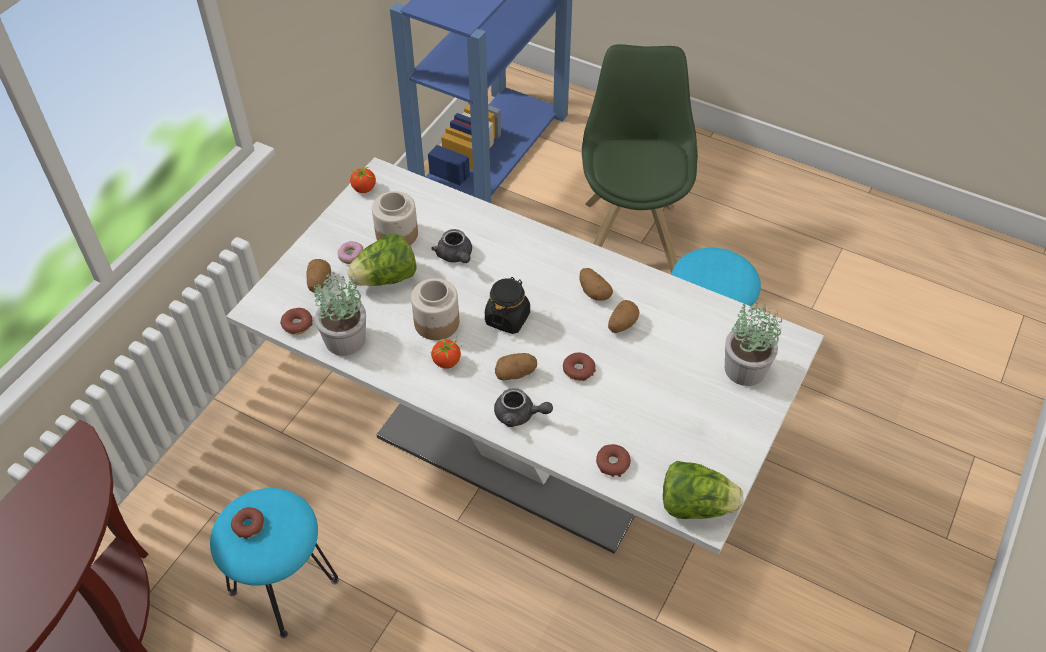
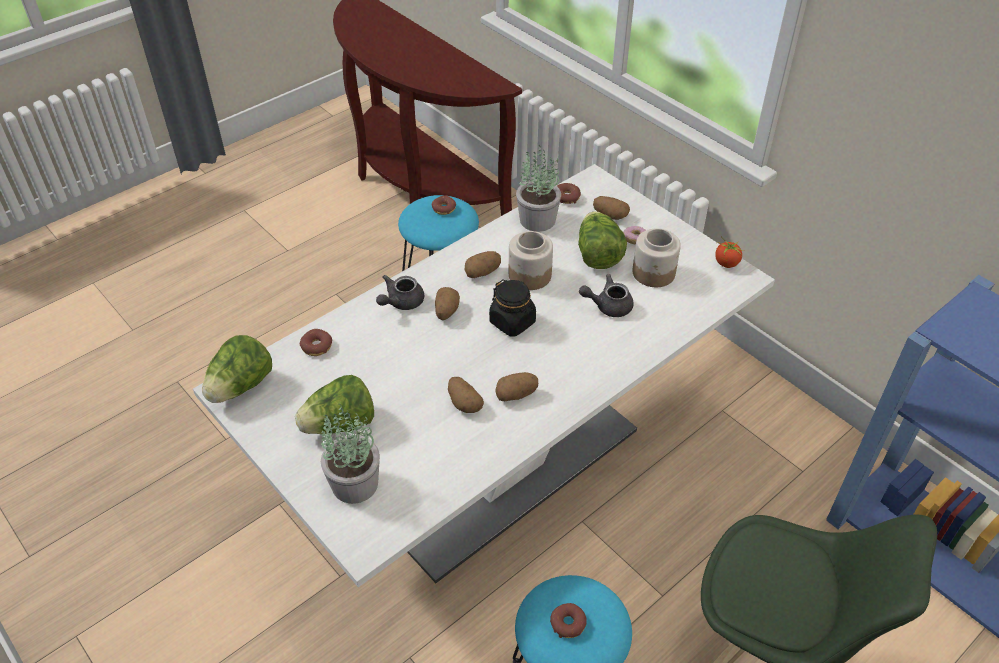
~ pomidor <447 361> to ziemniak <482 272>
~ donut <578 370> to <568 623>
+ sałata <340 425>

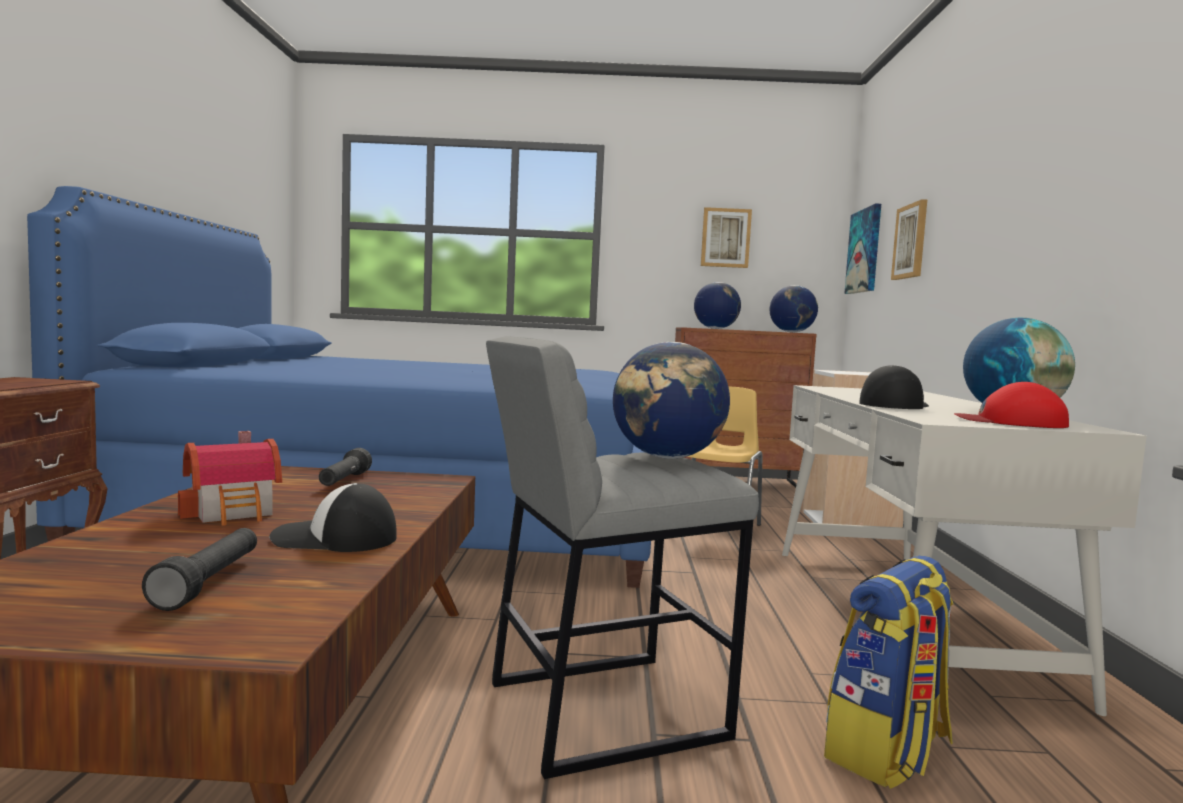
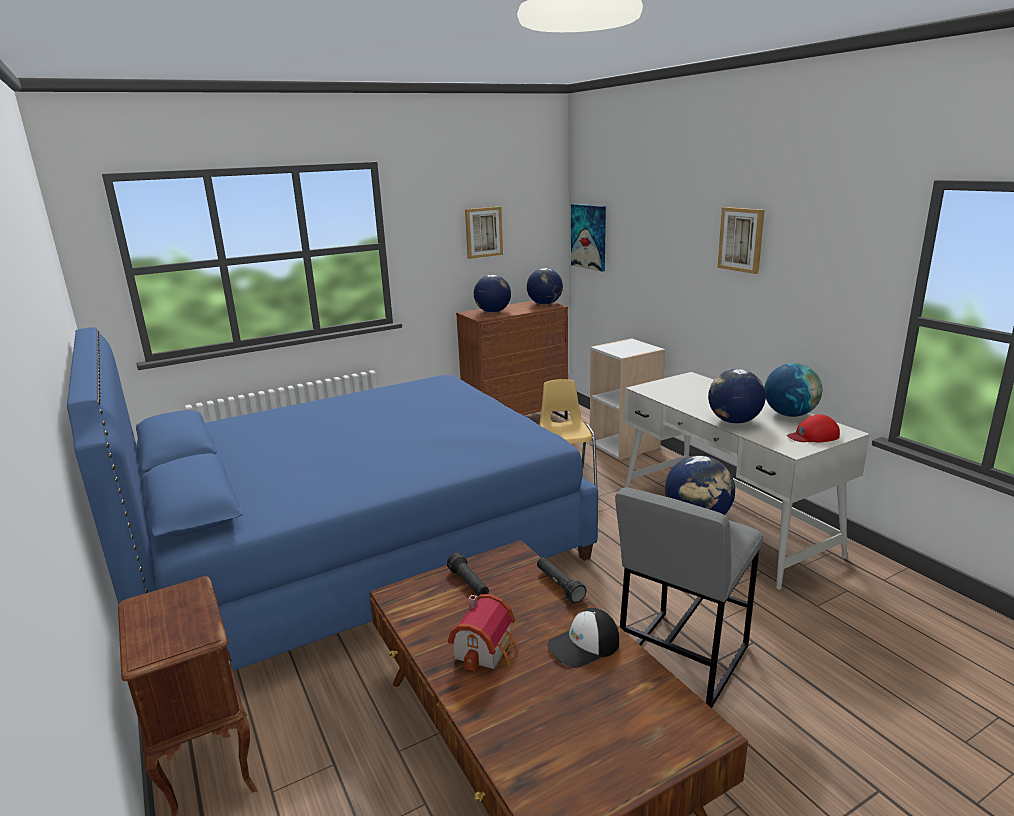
~ obraz <911 241> to <741 239>
~ czapka z daszkiem <893 405> to globus <733 421>
~ latarka/czarny <209 582> to <559 585>
- plecak <887 752>

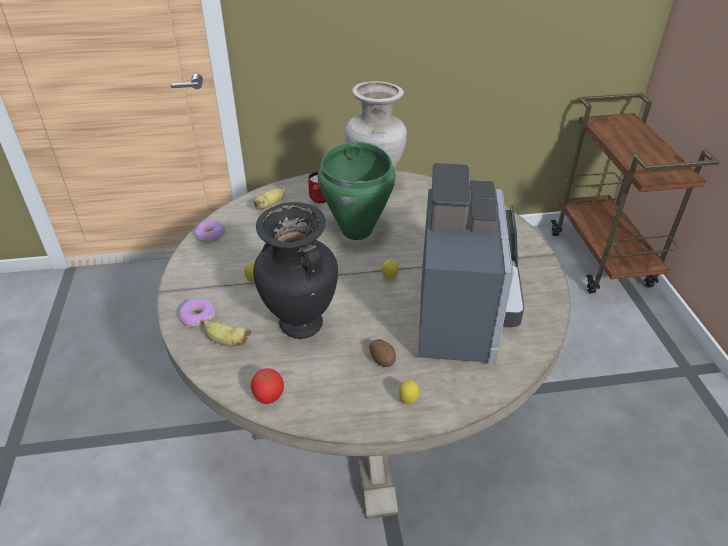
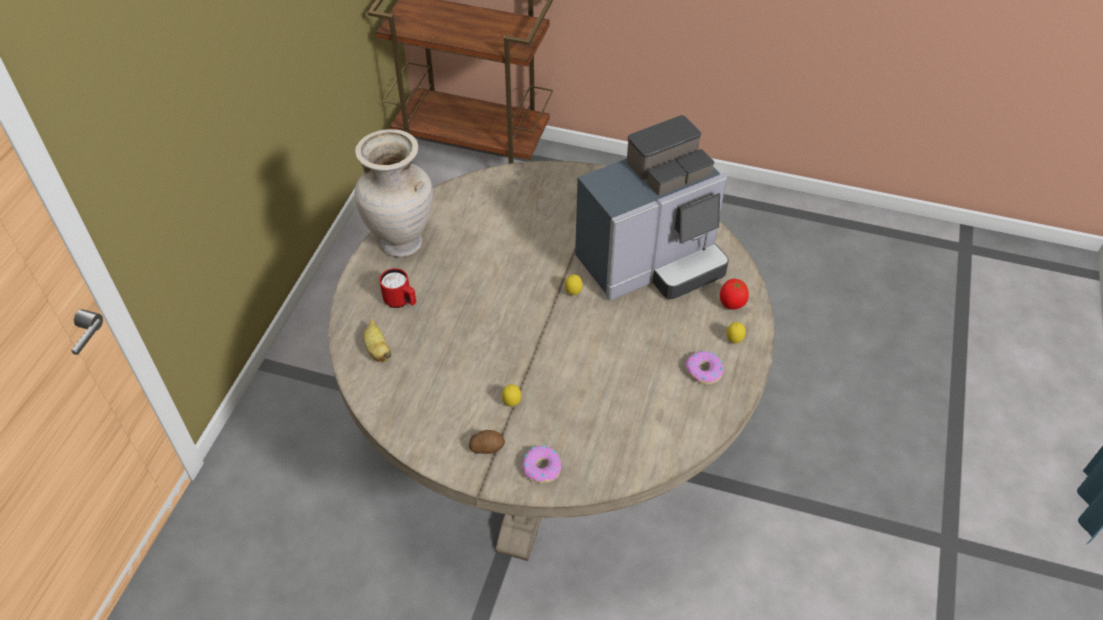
- garnek/zielony <357 231>
~ ekspres do kawy <463 315> = <652 262> 120 degrees clockwise
- wazon/czarny <300 326>
~ donut <210 235> to <703 371>
- banan <227 341>
~ ziemniak <383 359> to <487 447>
~ pomidor <268 398> to <731 305>

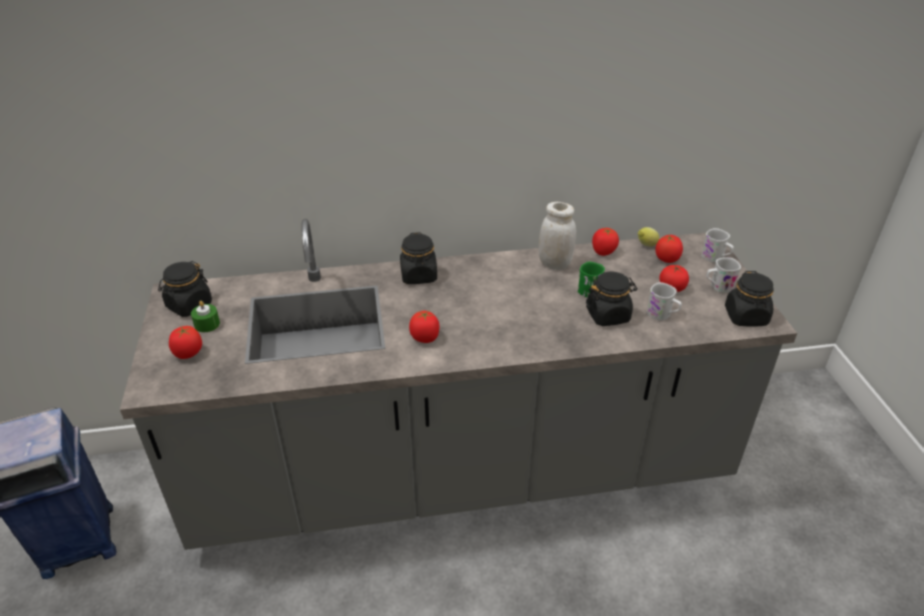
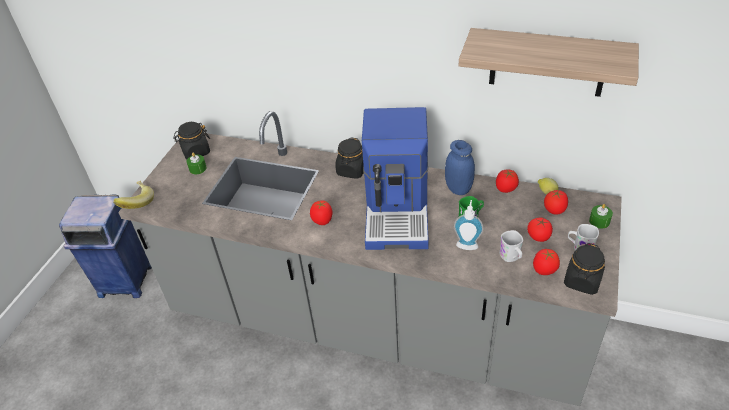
~ słoik/biały <554 264> to słoik/niebieski <458 189>
~ kubek/biały <715 258> to świeca/zielony <599 221>
~ słoik/czarny <608 315> to dozownik mydła <467 244>
~ pomidor <188 353> to <544 270>
+ półka <547 62>
+ ekspres do kawy <398 210>
+ banan <136 203>

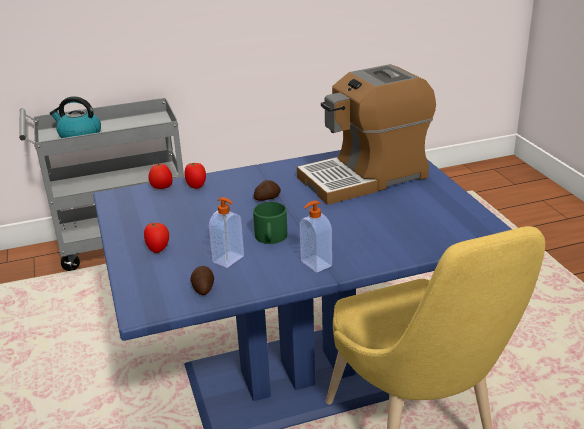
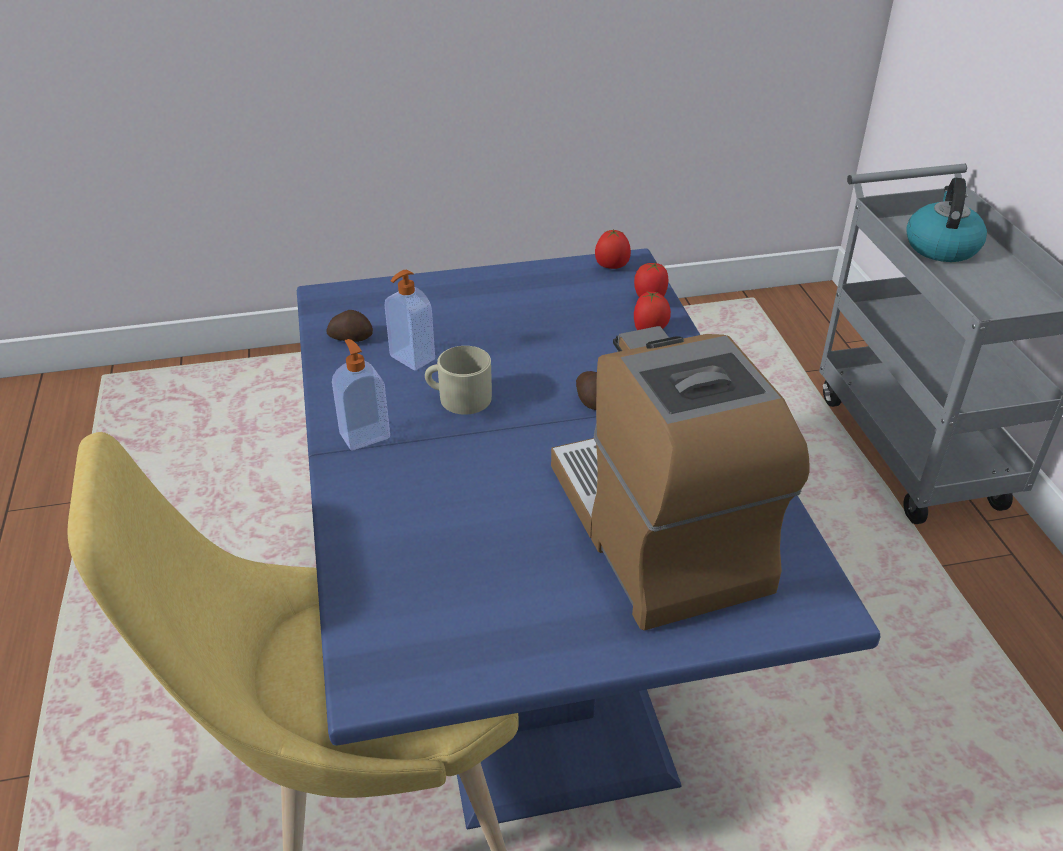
~ kubek/zielony <270 237> to kubek/beżowy <458 398>
~ pomidor <158 249> to <611 267>

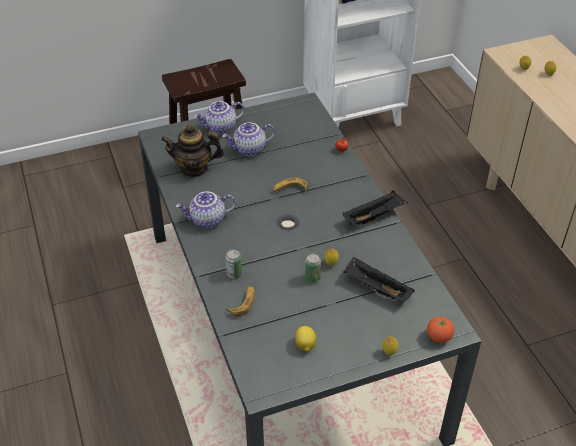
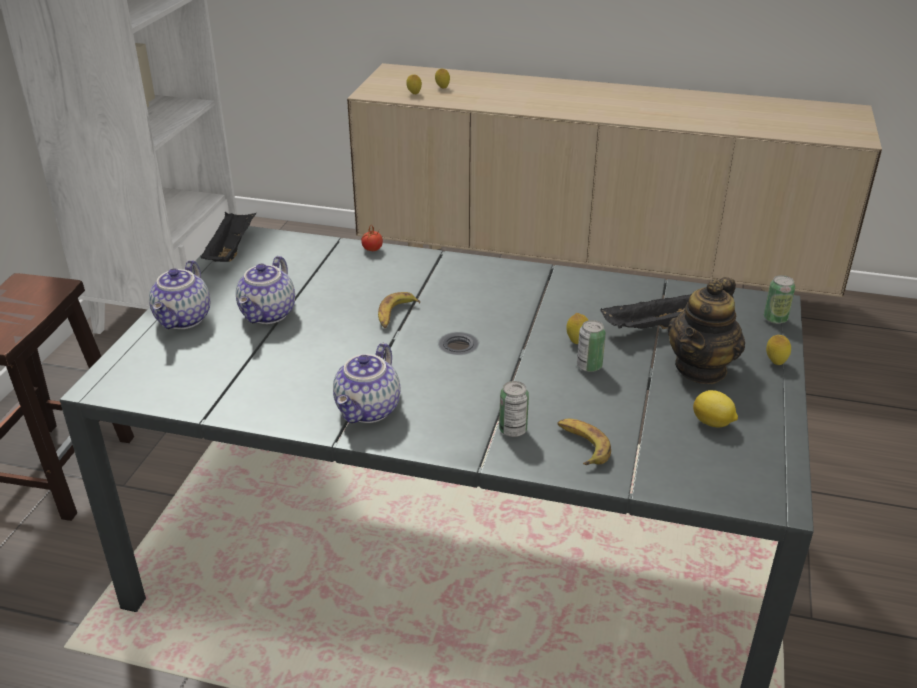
~ imbryk <194 169> to <701 368>
~ taca/czarny <374 216> to <230 250>
~ pomidor <439 337> to puszka <775 319>

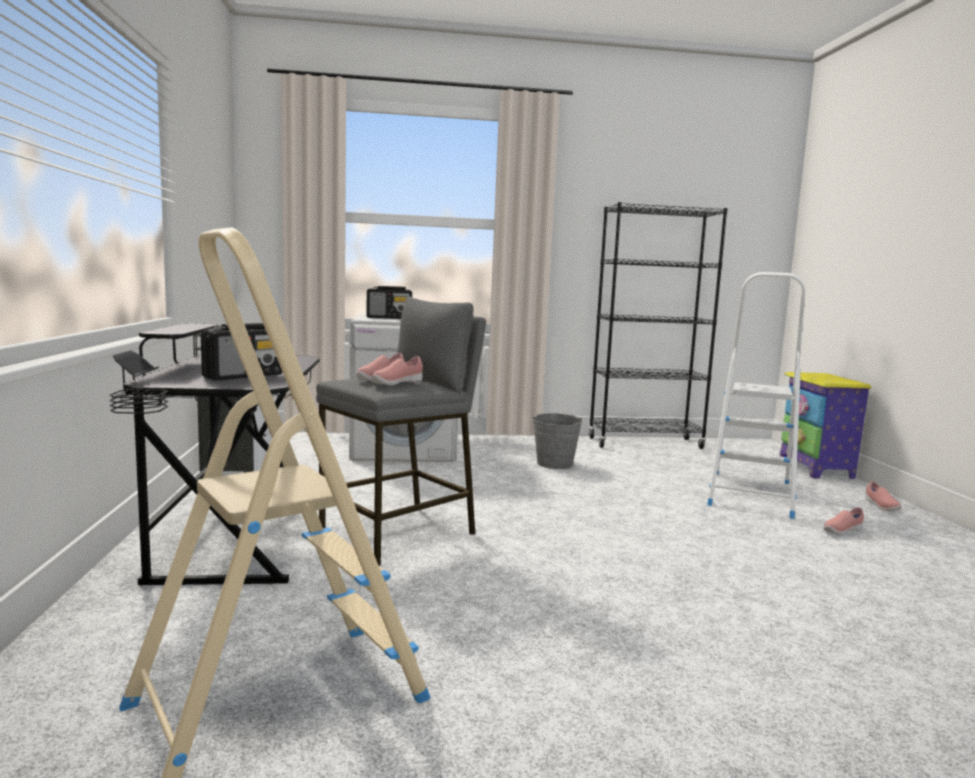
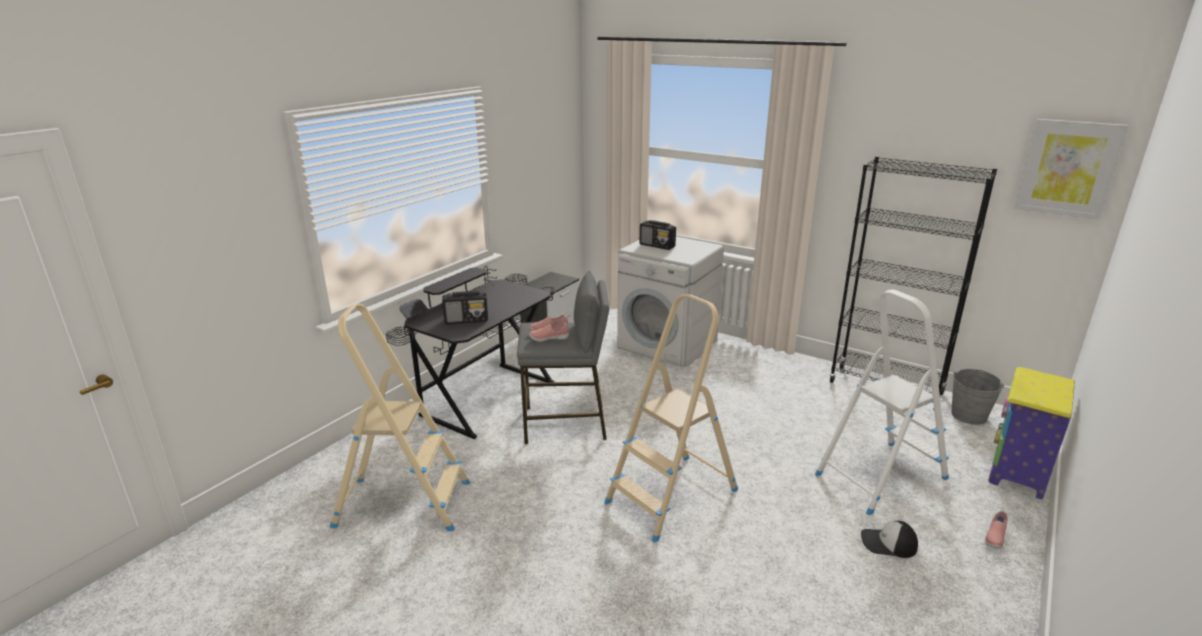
~ wiadro/szary <554 464> to <968 415>
~ but/różowy <842 531> to czapka z daszkiem <888 543>
+ obraz <1068 168>
+ drabinka/beżowy <671 496>

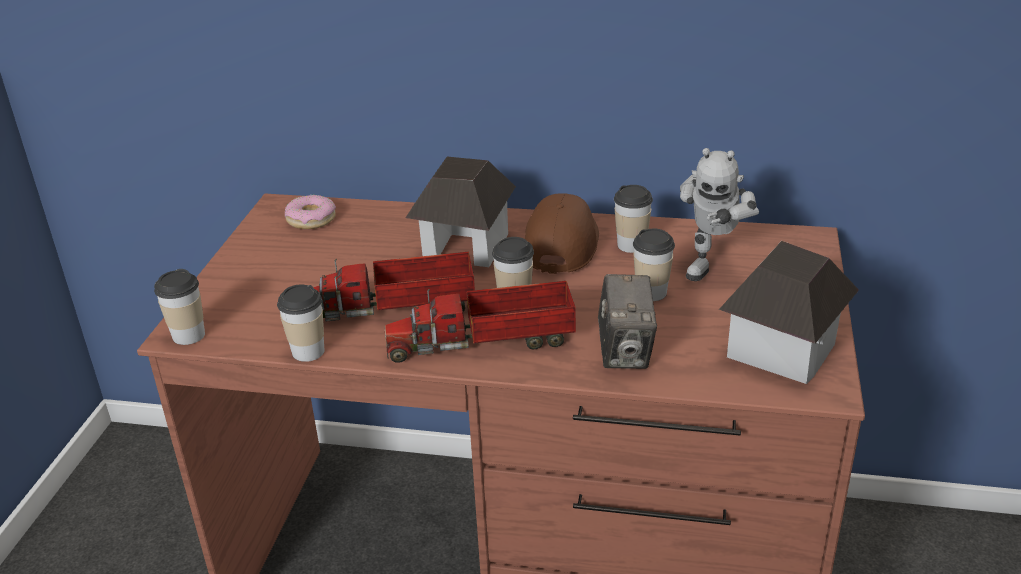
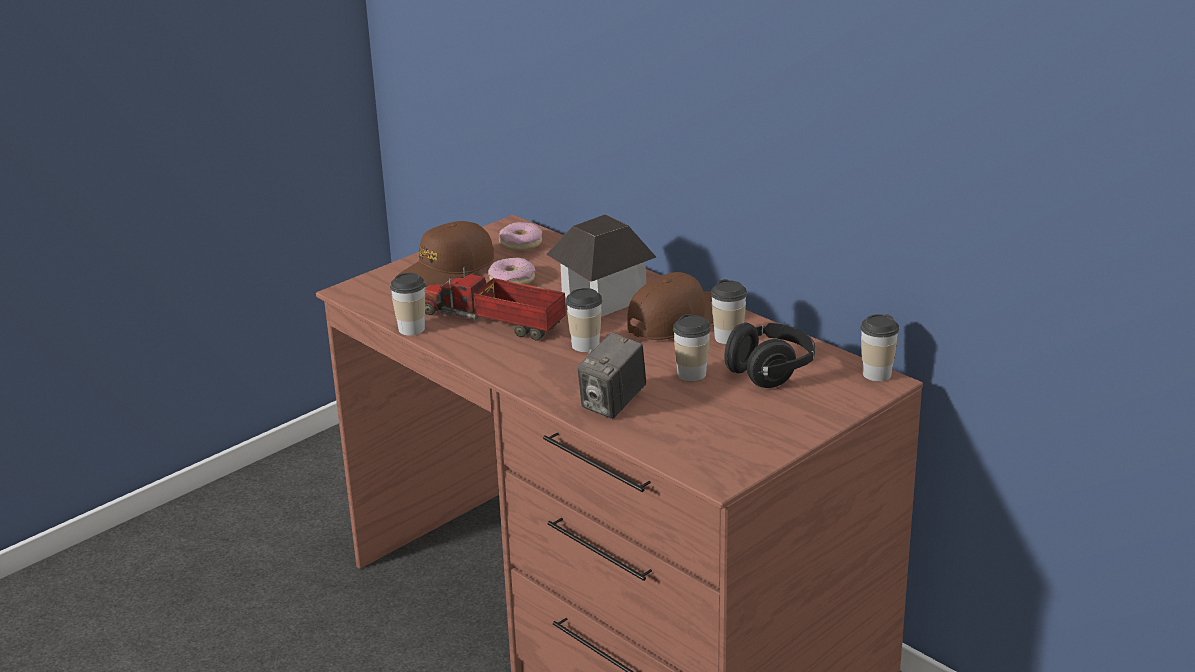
~ robot zabawkowy <712 264> to słuchawki/czarny <770 372>
- domek <782 349>
~ filiżanka <188 335> to <876 374>
- ciężarówka zabawkowa <486 342>
+ czapka z daszkiem/brązowy <447 269>
+ donut <512 280>

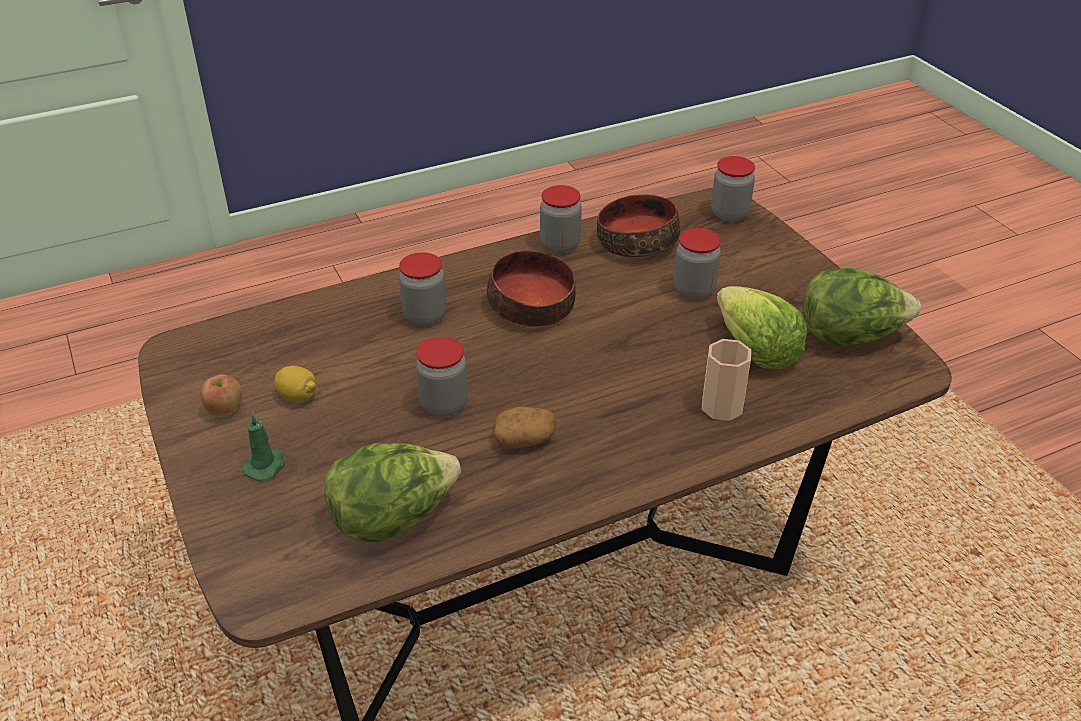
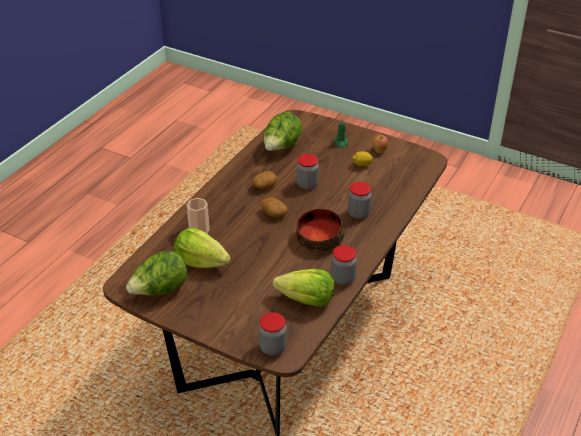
~ miska <637 241> to sałata <306 300>
- słoik <694 290>
+ ziemniak <274 213>

